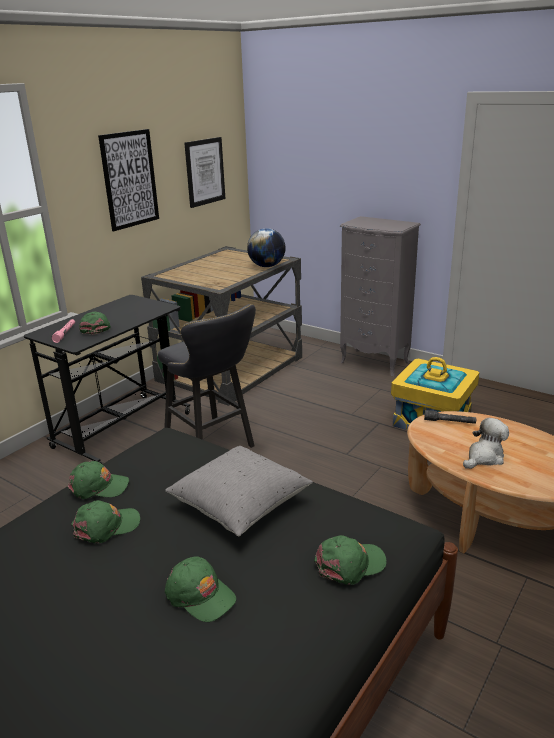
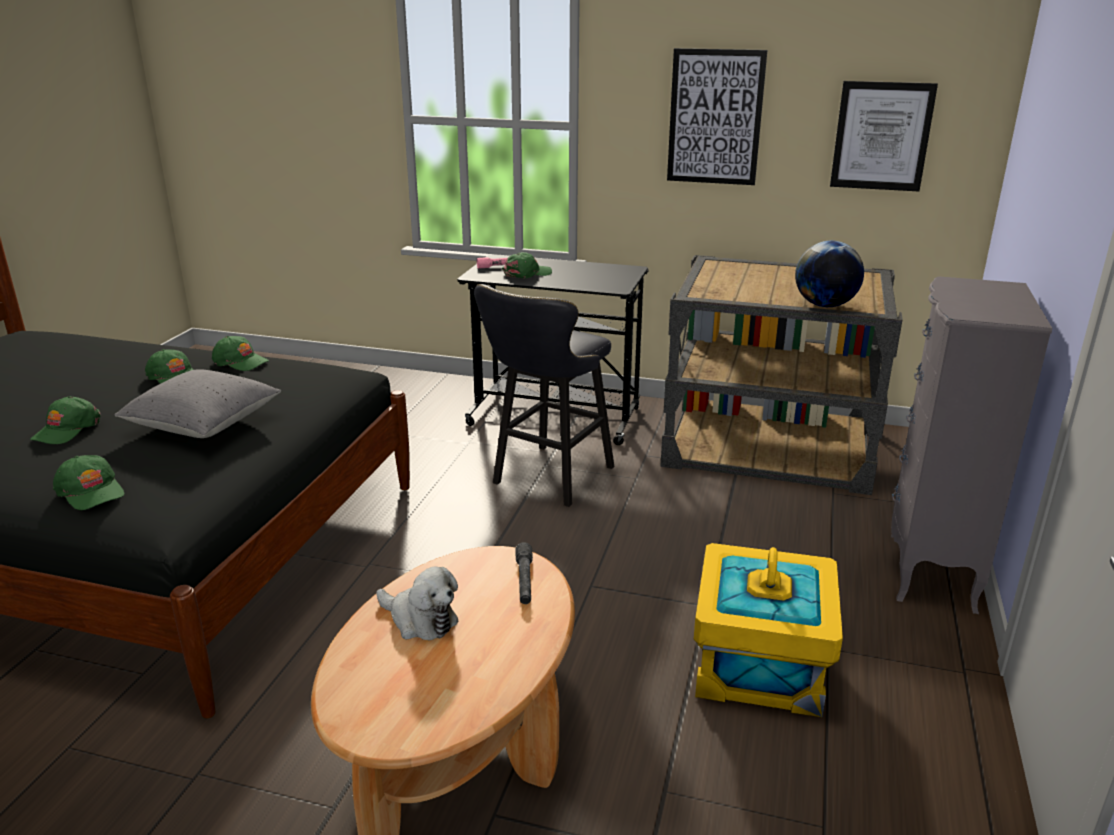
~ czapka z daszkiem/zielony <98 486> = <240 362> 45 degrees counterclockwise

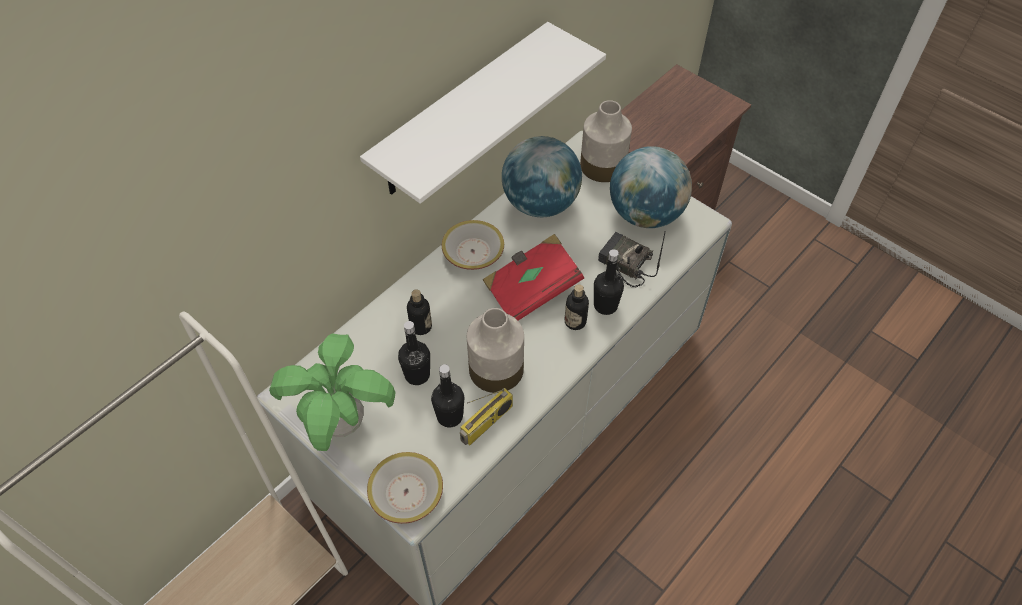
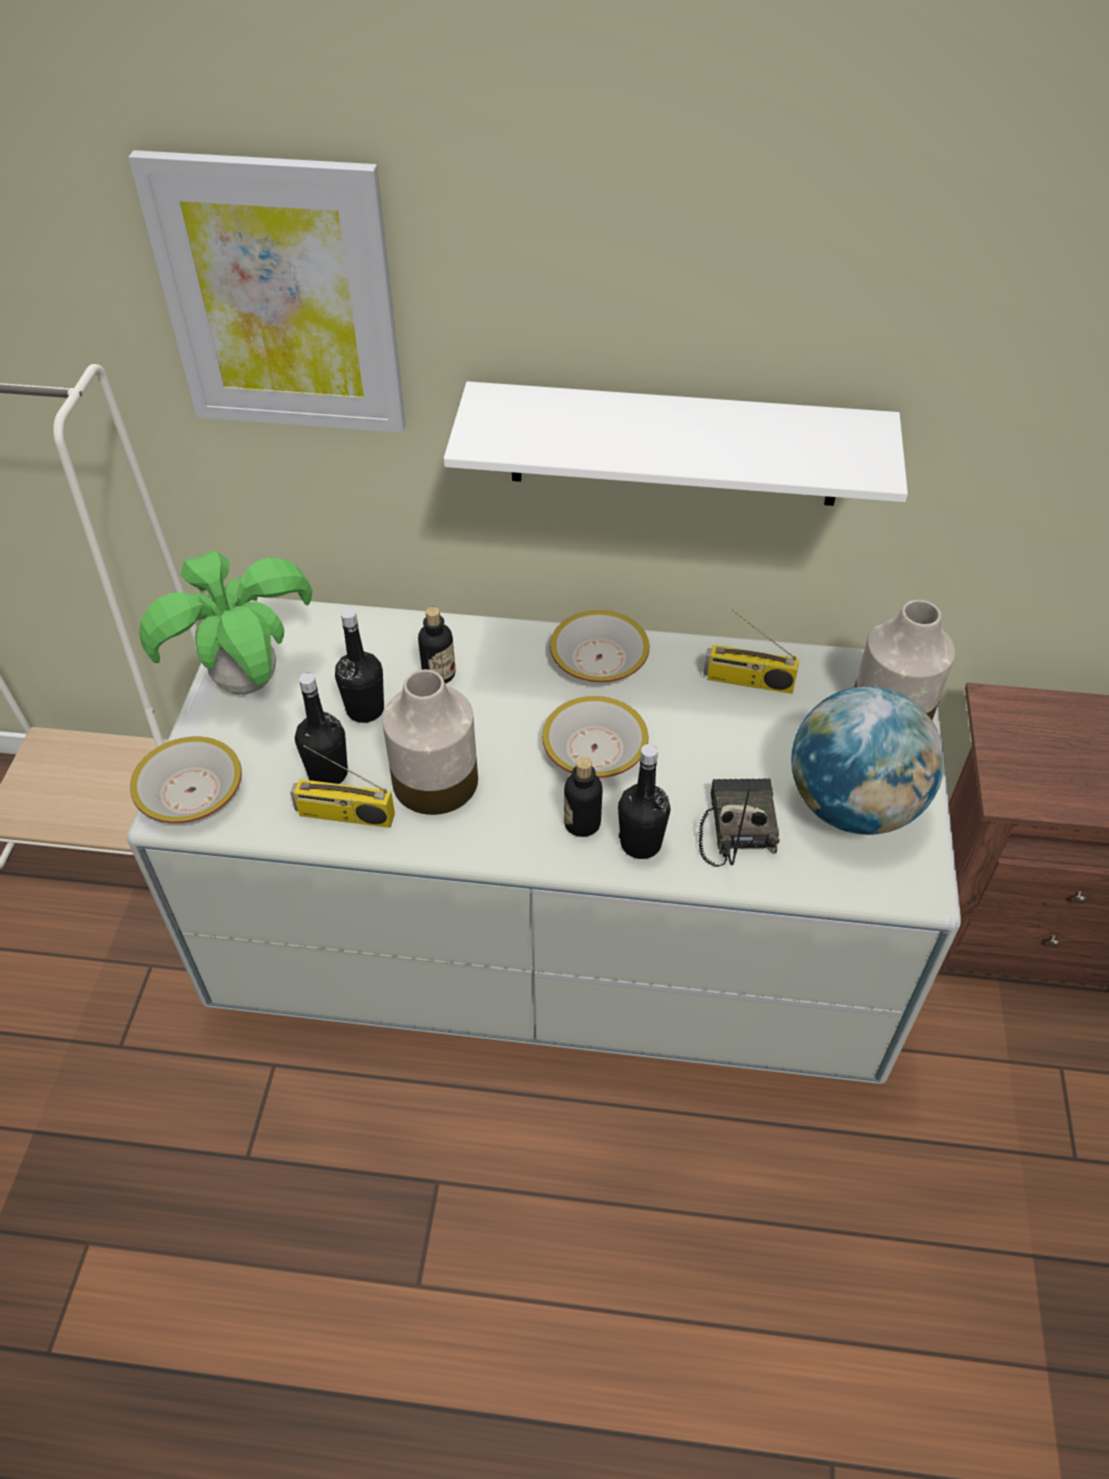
~ globus <540 203> to radio <748 681>
~ książka/czerwony <532 289> to miska <594 748>
+ obraz <280 298>

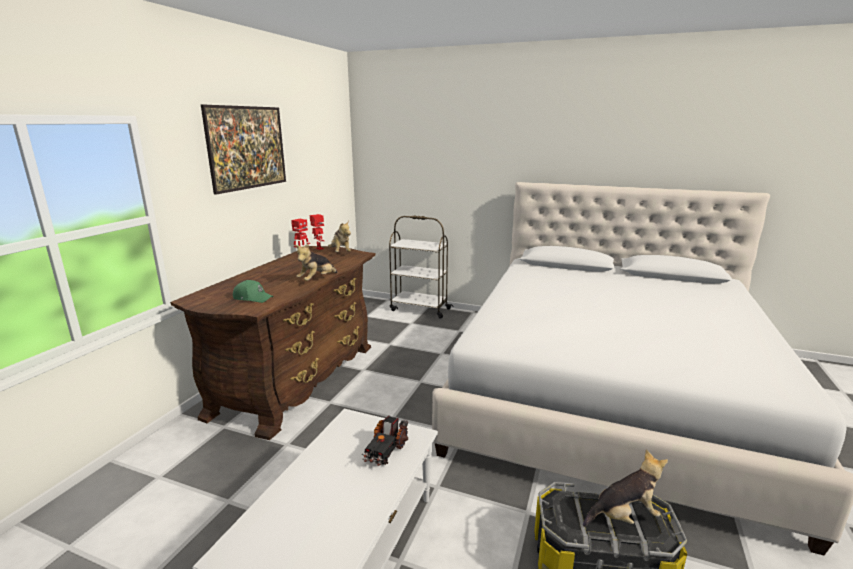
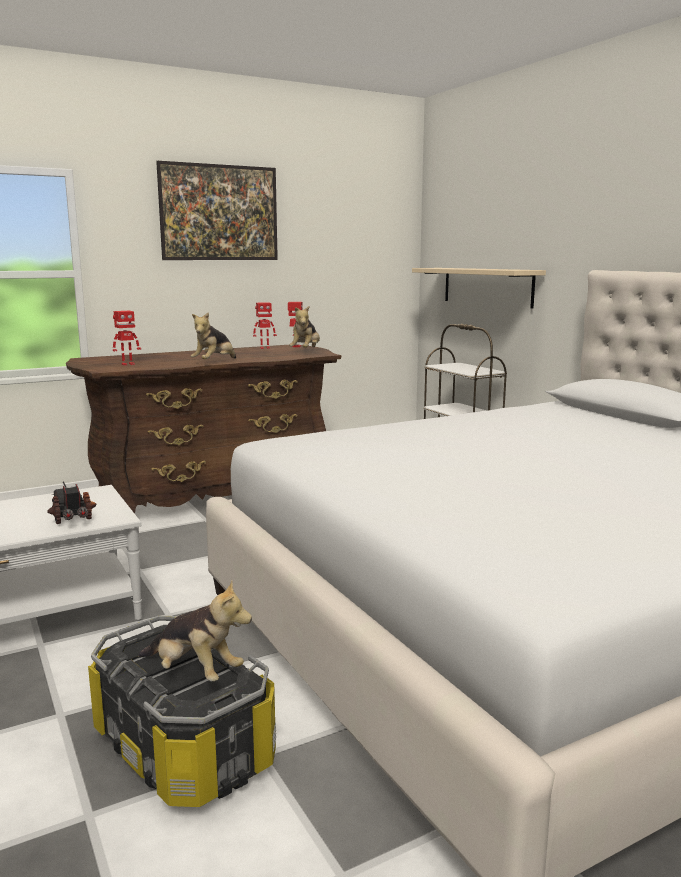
~ pluszak <317 280> = <214 362> 45 degrees counterclockwise
~ czapka z daszkiem/zielony <253 298> to robot zabawkowy <127 364>
~ ciężarówka zabawkowa <386 449> = <72 516> 90 degrees clockwise
+ półka/beżowy <487 286>

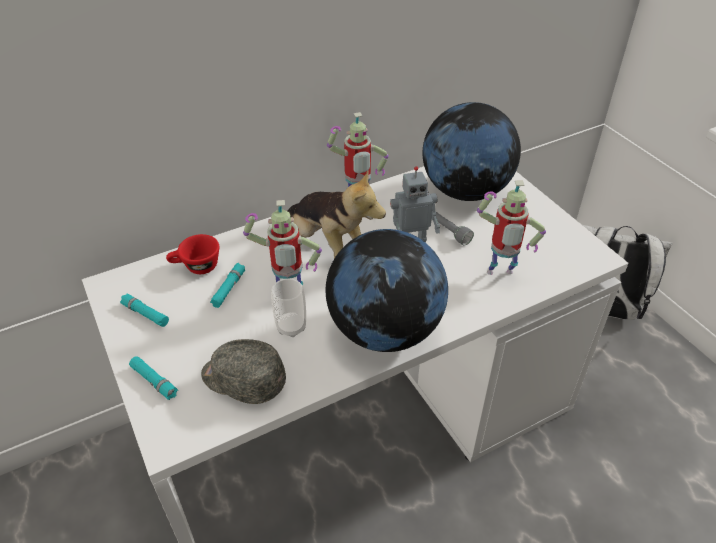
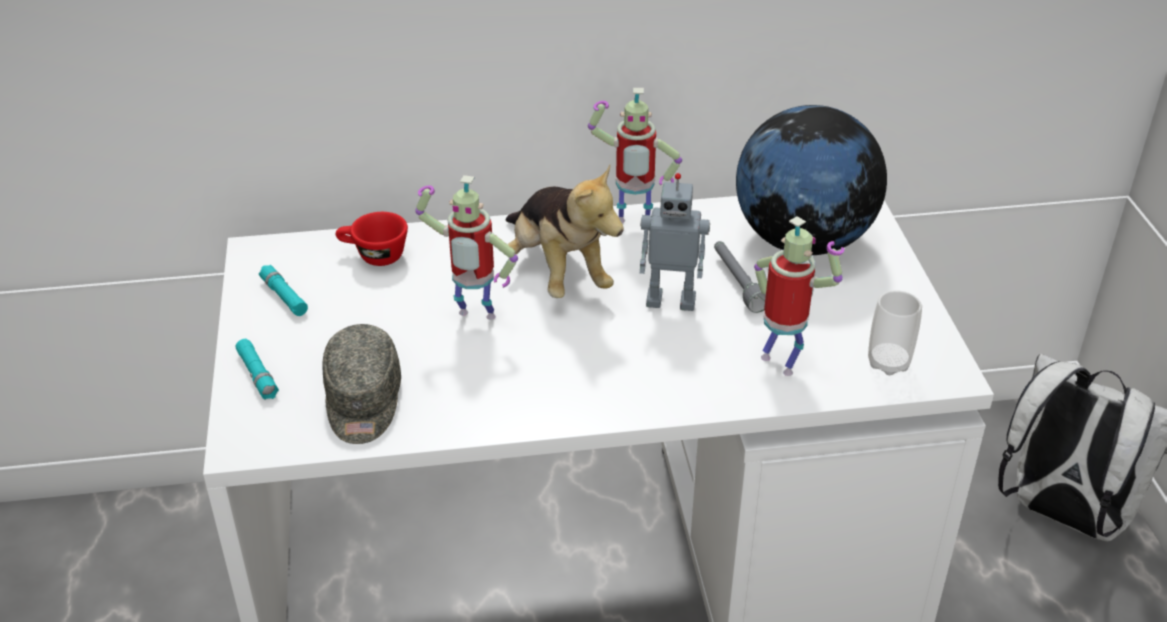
~ robot zabawkowy <499 275> = <782 363> 150 degrees counterclockwise
- globus <385 330>
- latarka/turkusowy <228 289>
~ filiżanka <291 327> to <888 363>
~ czapka z daszkiem/szary <243 380> = <363 402> 135 degrees counterclockwise

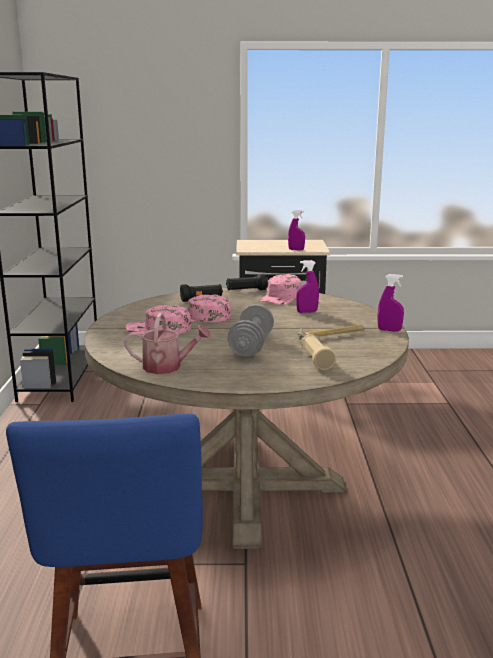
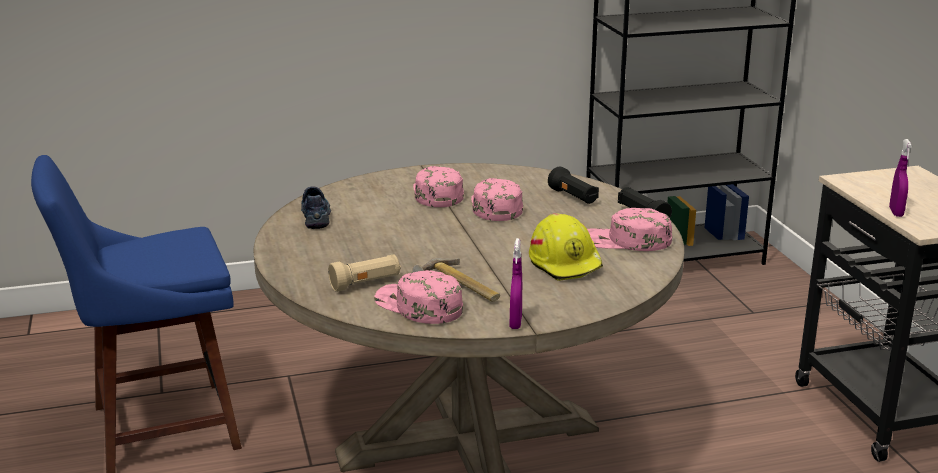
~ spryskiwacz/fioletowy <307 312> to kask/żółty <566 263>
- hantel/szary <251 346>
~ konewka <168 367> to but <316 215>
+ czapka z daszkiem/różowy <418 306>

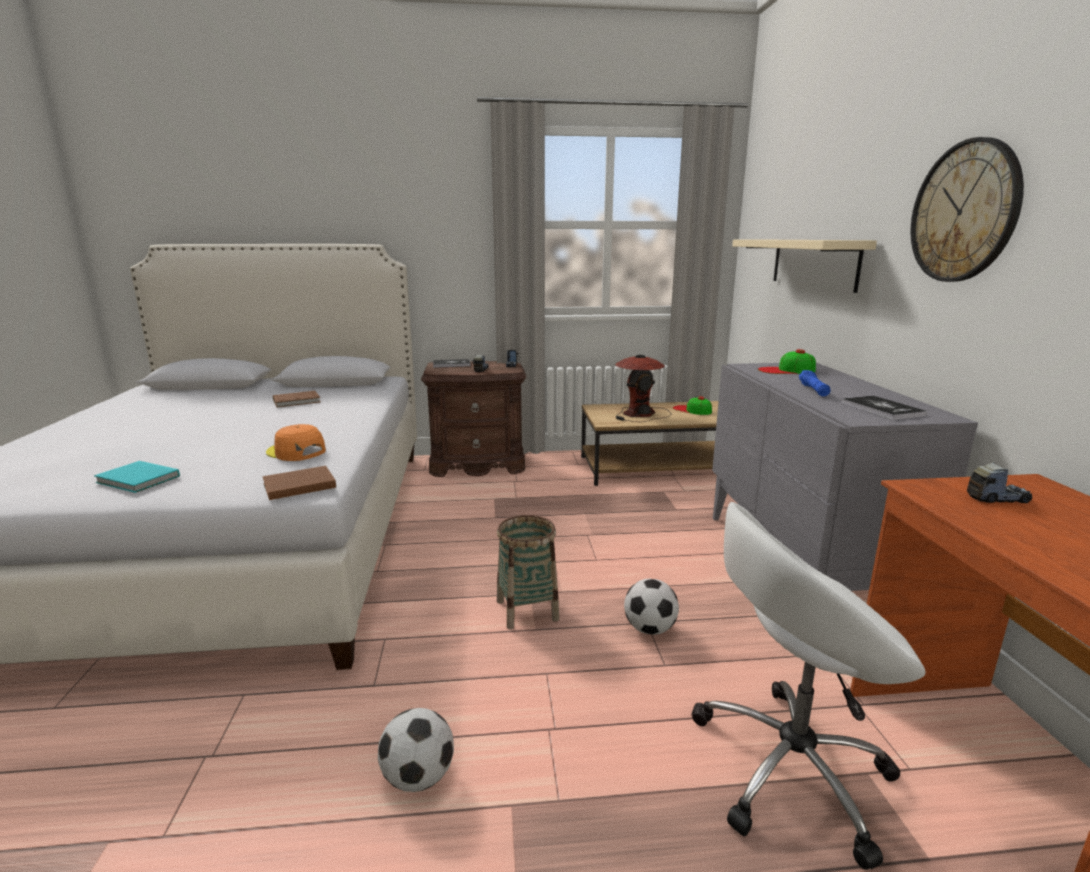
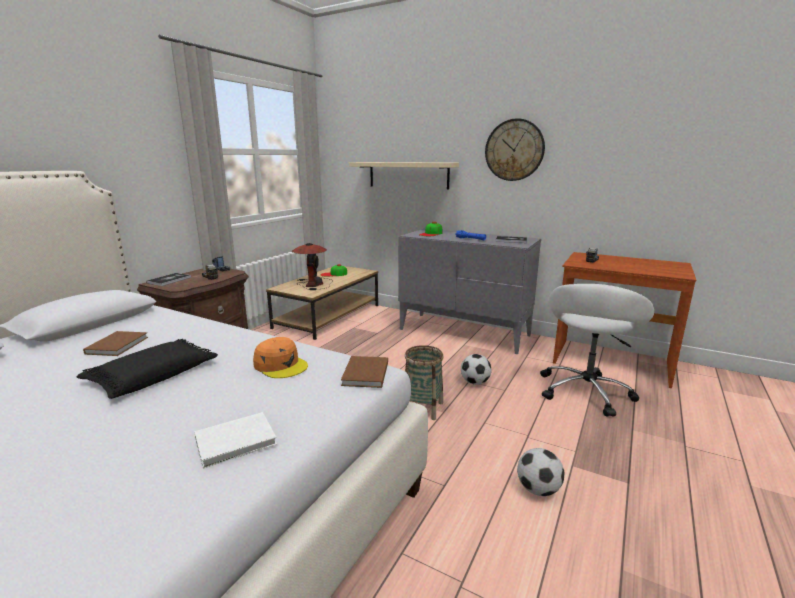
~ czapka z daszkiem/pomarańczowy <296 452> = <281 365> 120 degrees counterclockwise
~ książka/turkusowy <138 480> to książka/biały <238 441>
+ poduszka/czarny <153 373>

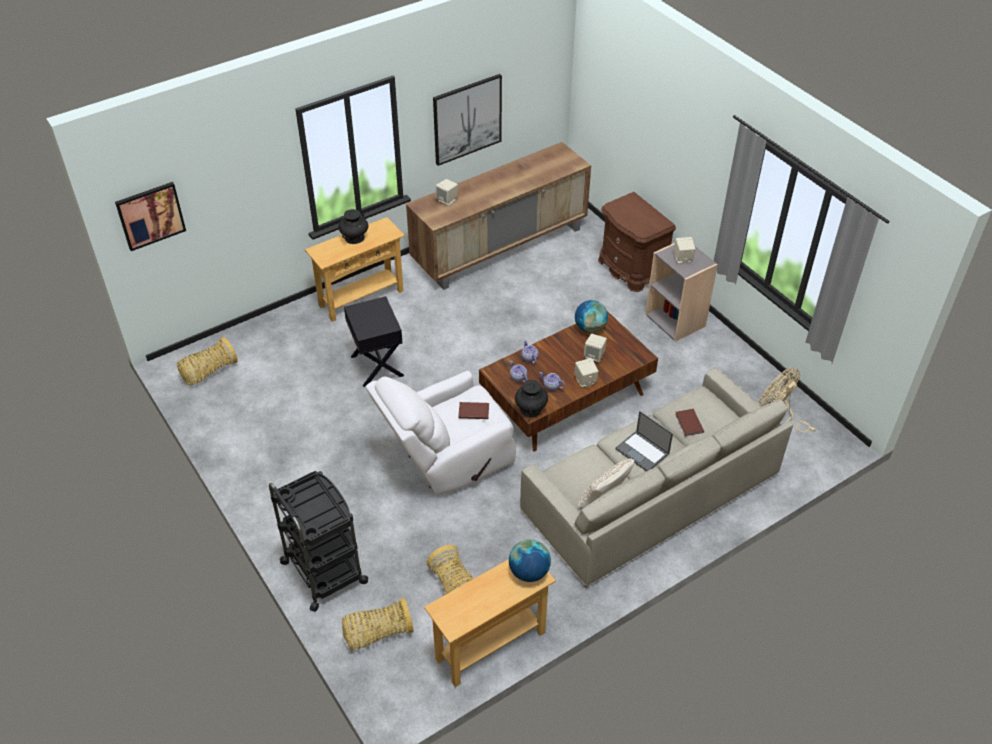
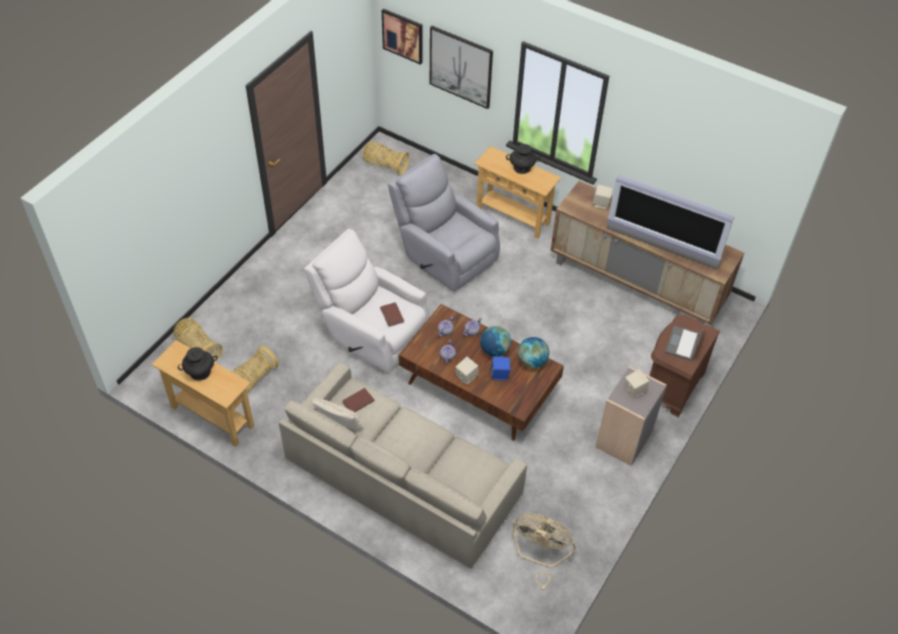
~ obraz <467 119> to <461 67>
~ stolik/czarny <376 366> to fotel/szary <444 254>
~ głośnik/beżowy <594 356> to głośnik/niebieski <500 374>
~ wazon/czarny <530 408> to <200 372>
~ książka/brązowy <688 423> to <357 401>
~ laptop <643 451> to <683 344>
- wózek/czarny <325 572>
~ globus <529 572> to <494 350>
+ telewizor <660 249>

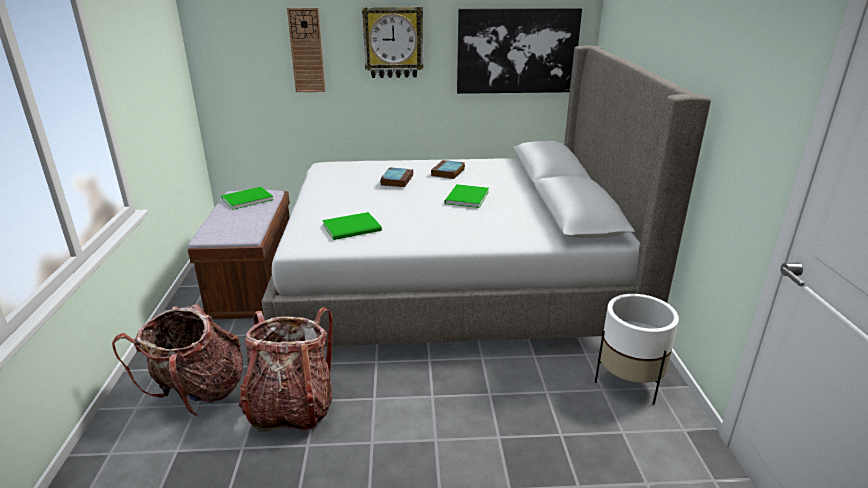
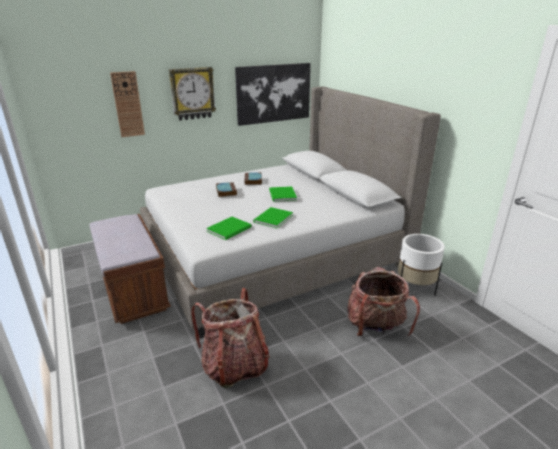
~ książka/zielony <245 199> to <272 219>
~ plecak <198 393> to <375 326>

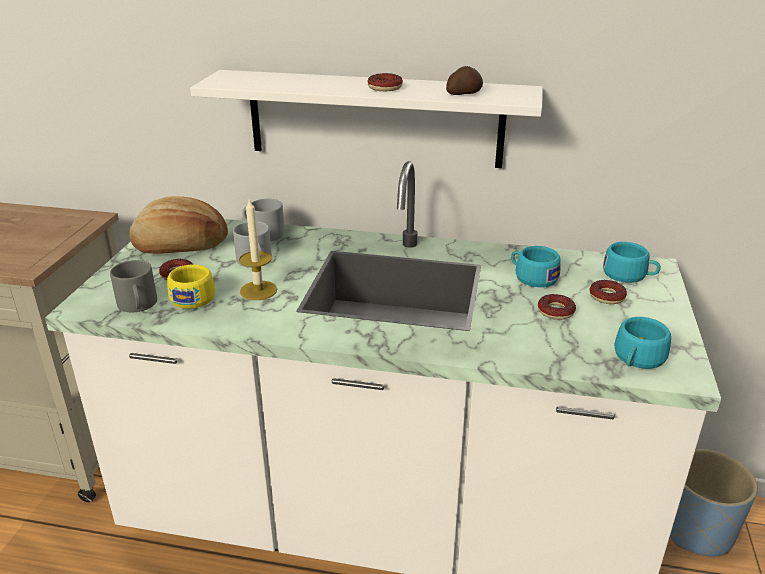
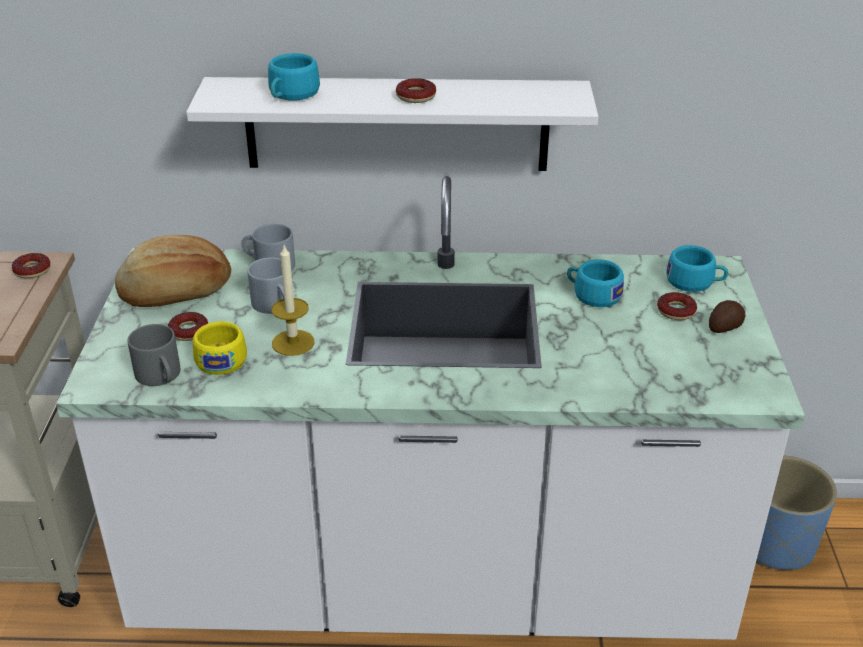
~ ziemniak <463 93> to <724 327>
~ donut <556 311> to <32 270>
~ filiżanka/turkusowy <637 359> to <291 95>

